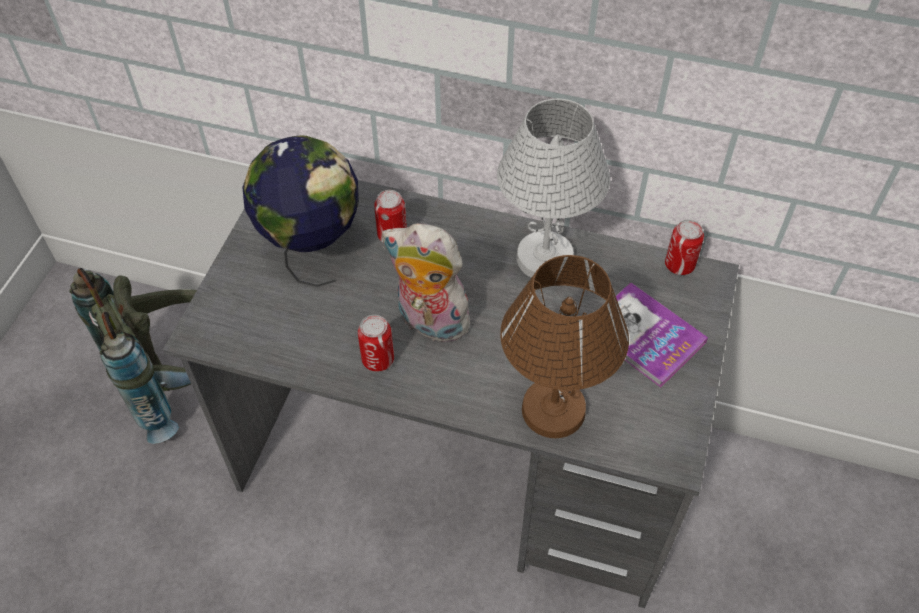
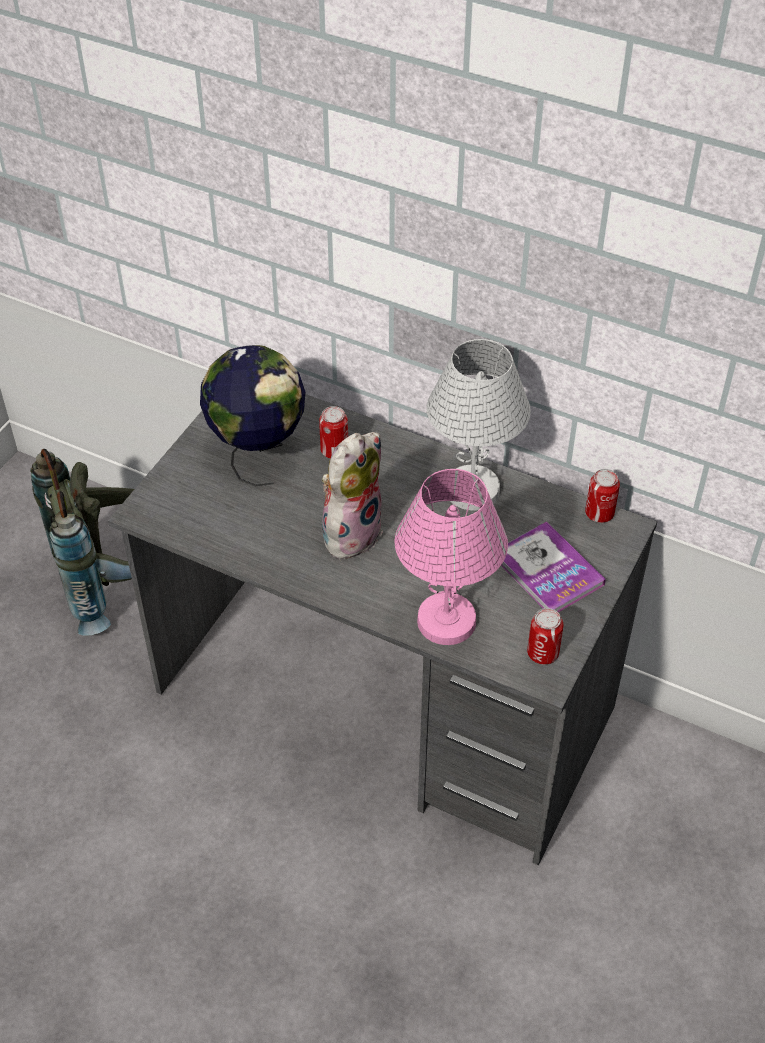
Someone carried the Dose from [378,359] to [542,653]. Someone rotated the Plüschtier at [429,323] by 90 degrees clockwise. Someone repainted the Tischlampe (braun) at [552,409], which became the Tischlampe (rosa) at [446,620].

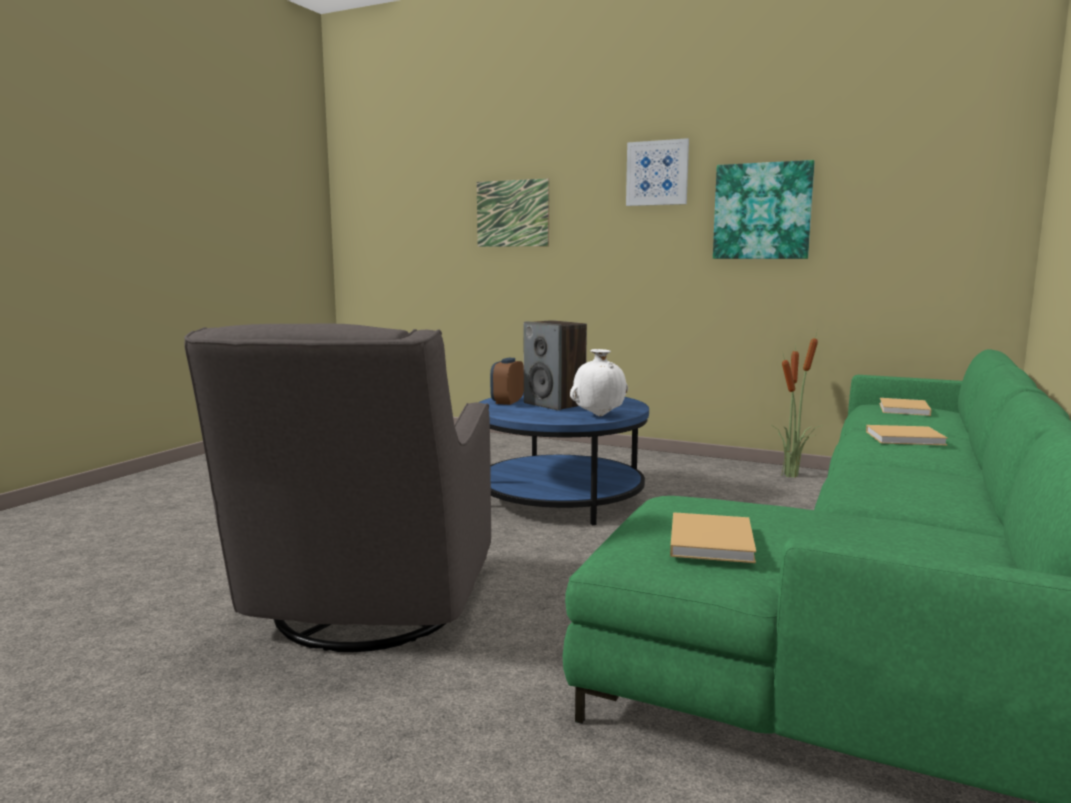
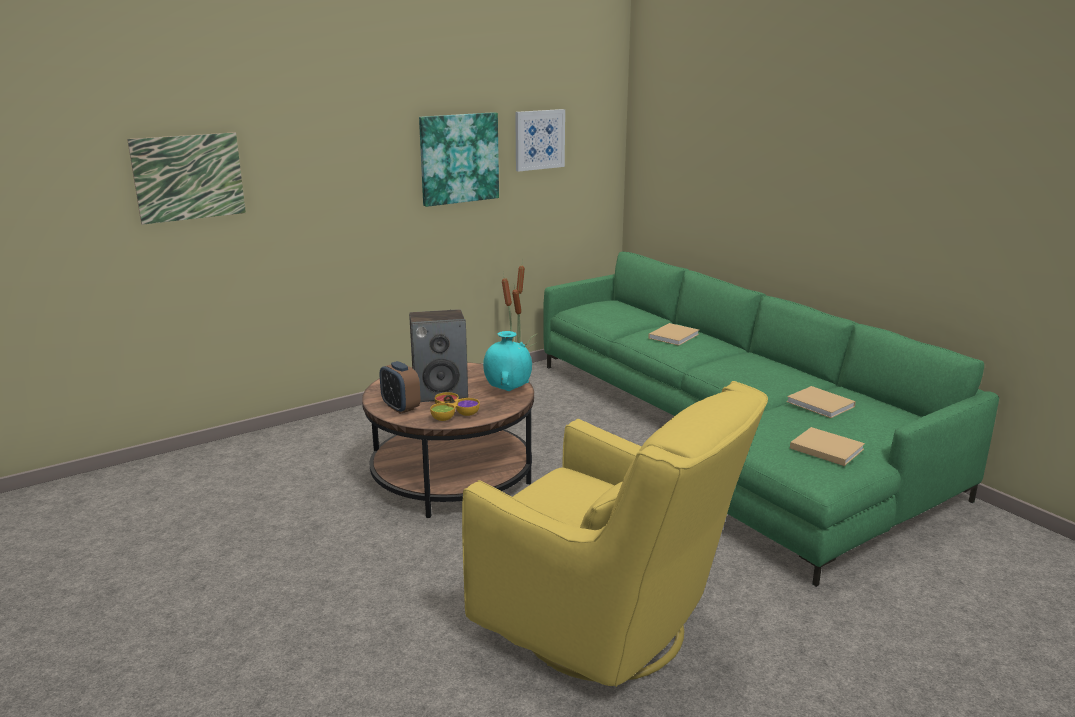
Someone repainted the Sessel (grau) at [365,611], which became the Sessel (gelb) at [609,630]. Someone repainted the Couchtisch (blau) at [561,497], which became the Couchtisch (braun) at [452,476]. Someone repainted the Vase (weiß) at [599,415], which became the Vase (türkis) at [507,390]. Someone carried the Bild from [657,173] to [539,139]. Someone carried the Buch (beige) from [904,409] to [822,405]. Someone put down the Schüssel at [452,413].

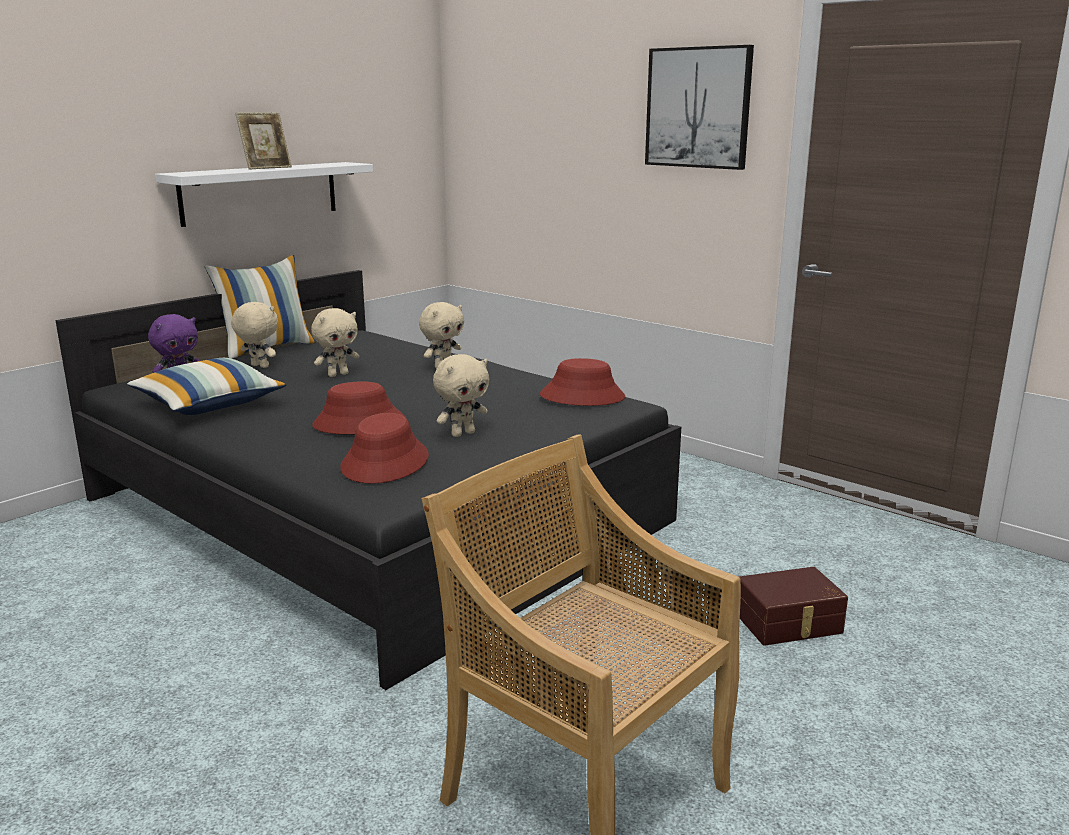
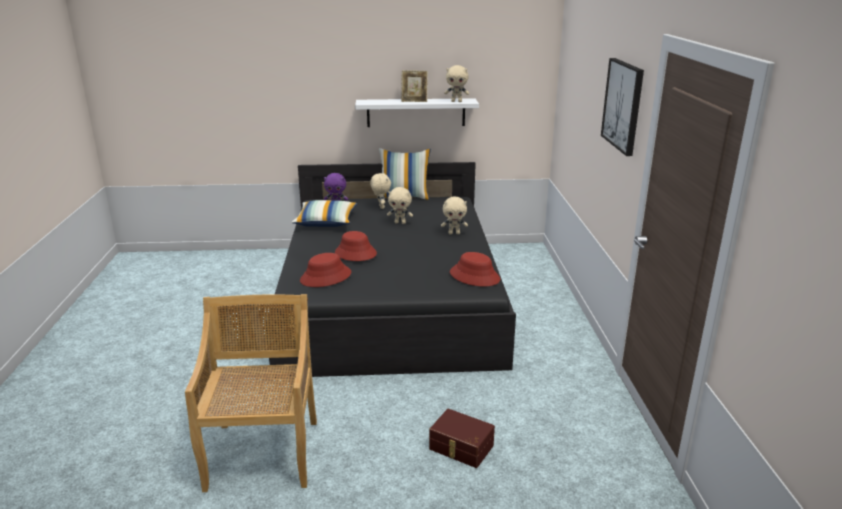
Someone carried the Plüschtier (beige) from [462,433] to [456,101].

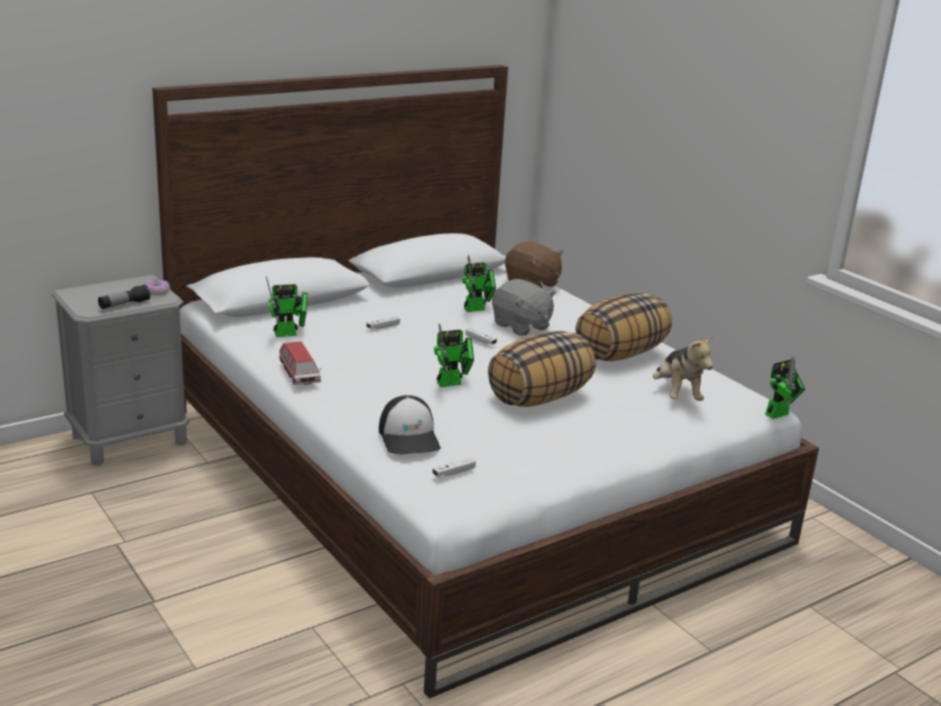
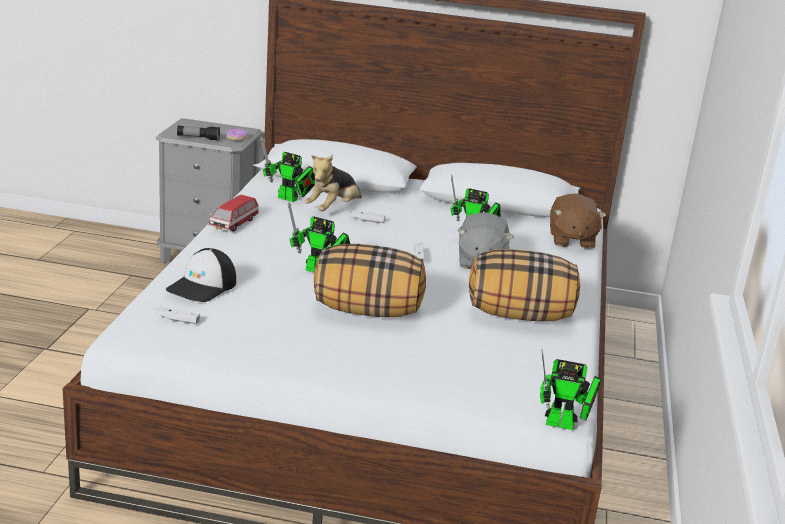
Someone carried the Plüschtier from [677,394] to [333,209].

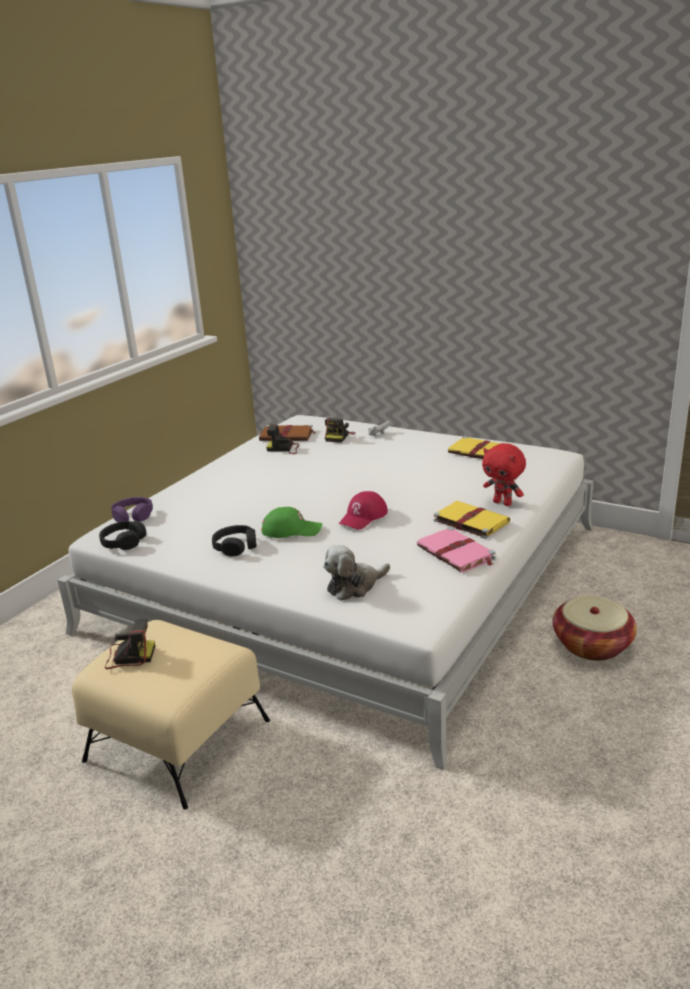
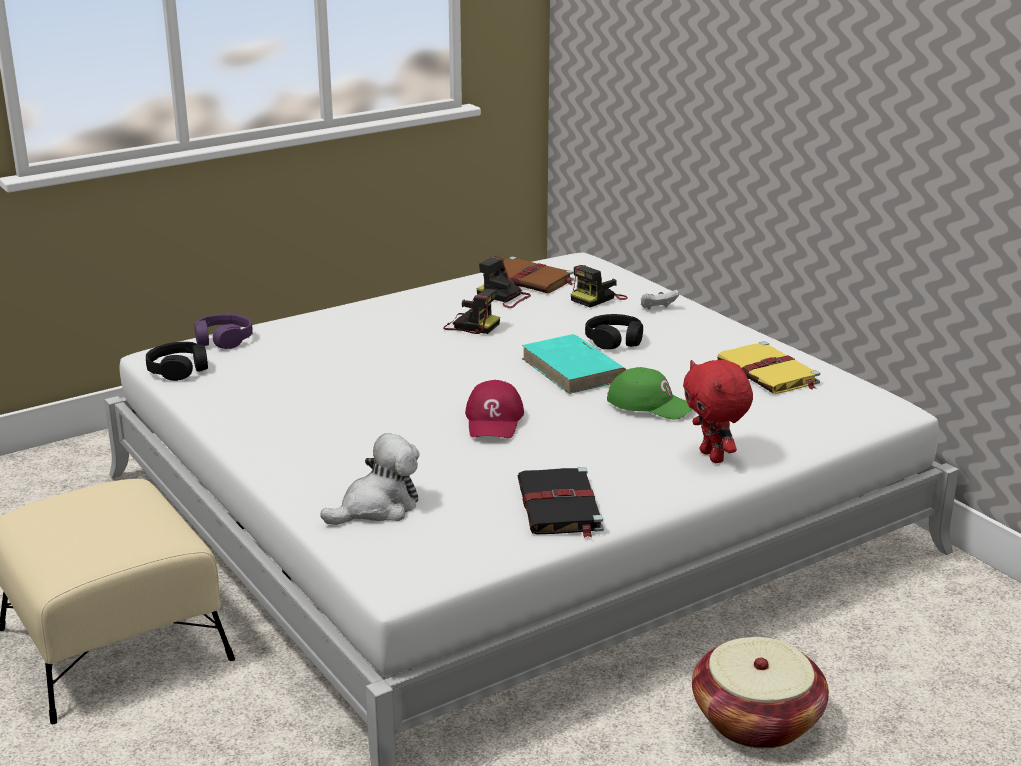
Someone carried the Kamera from [129,656] to [470,325]. Someone carried the Kopfhörer (schwarz) from [235,547] to [614,340]. Someone carried the Kappe (grün) from [291,530] to [650,404]. Someone rotated the Plüschtier at [354,586] by 150 degrees clockwise. Someone rotated the Kappe (rot) at [363,517] by 60 degrees counterclockwise. Someone repainted the Buch (rosa) at [456,553], which became the Buch (schwarz) at [559,507]. Someone took away the Buch (gelb) at [470,521]. Someone put down the Buch (türkis) at [574,369].

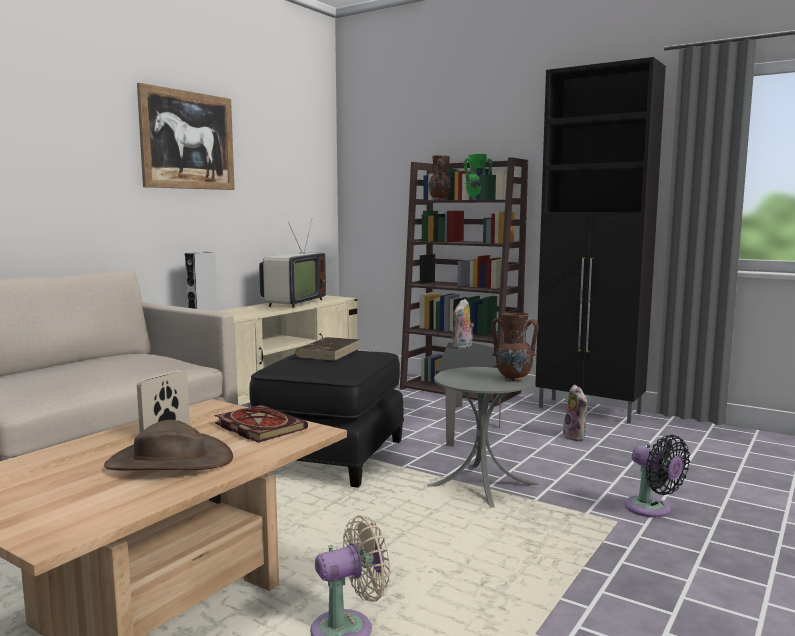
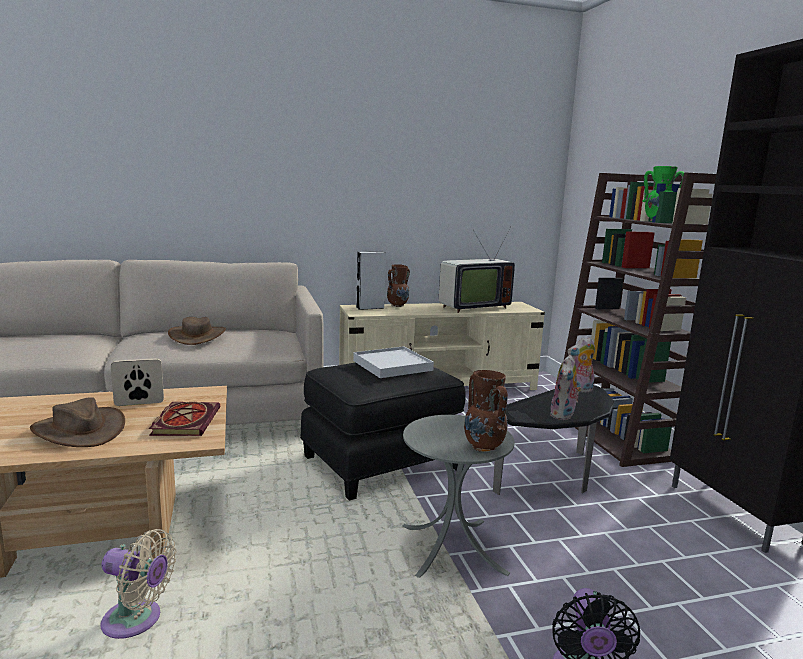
Someone took away the Bild at [188,140]. Someone swapped the Buch (braun) at [329,352] for the Tablett (weiß) at [392,365]. Someone carried the Vase (braun) from [440,200] to [398,306]. Someone carried the Plüschtier from [576,437] to [564,415]. Someone put down the Hut (braun) at [198,336].

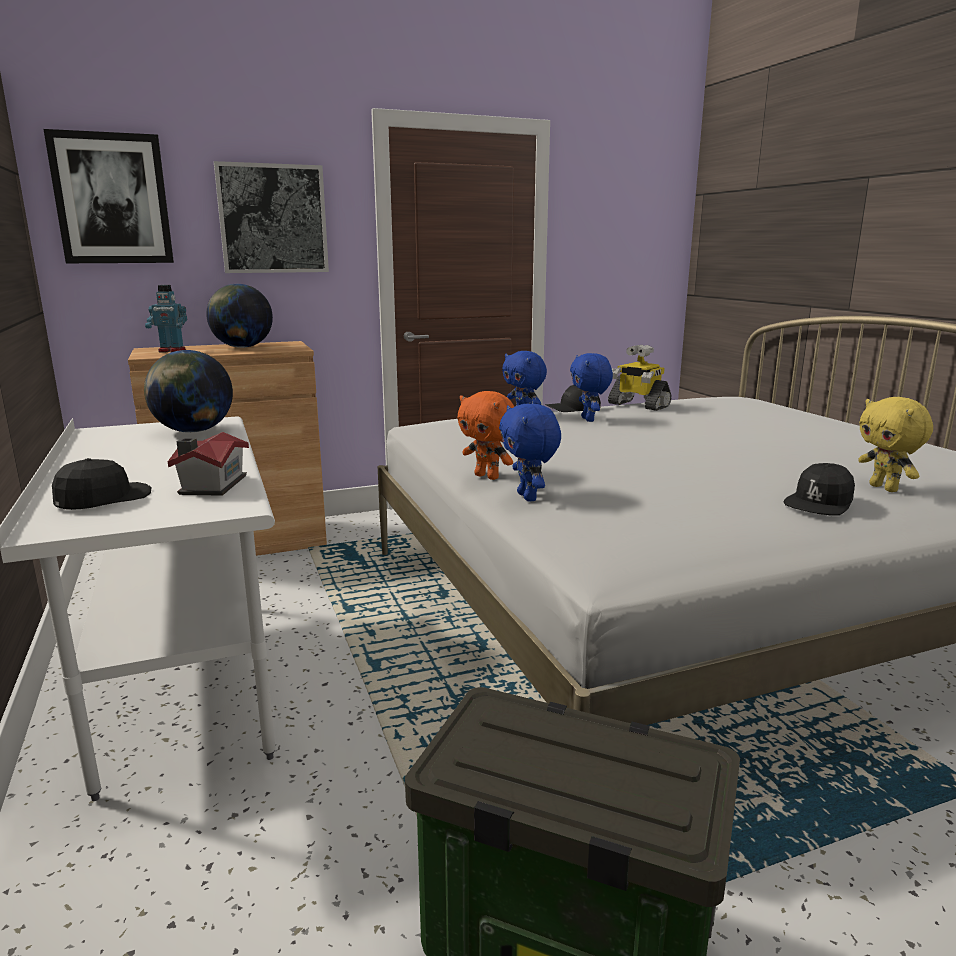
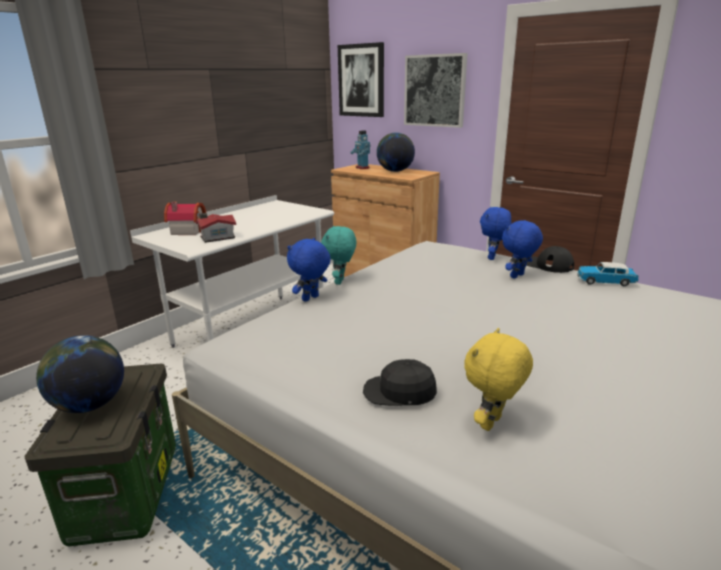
Someone swapped the Kappe (schwarz) at [103,498] for the Spielzeughaus at [188,230]. Someone carried the Globus from [193,431] to [89,405]. Someone repainted the Plüschtier (orange) at [488,476], which became the Plüschtier (türkis) at [340,282]. Someone swapped the Spielzeugroboter at [637,405] for the Spielzeugauto at [605,281].

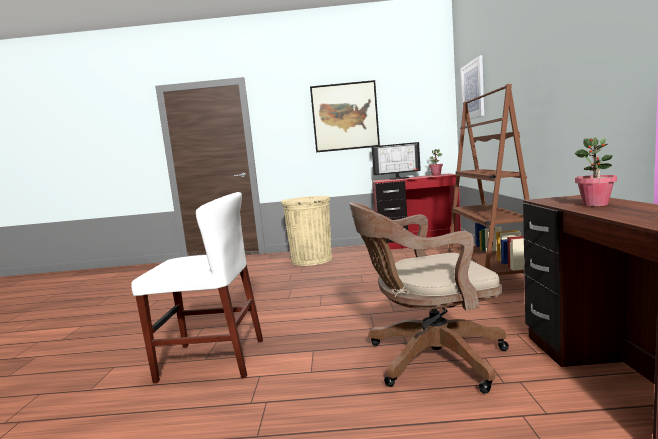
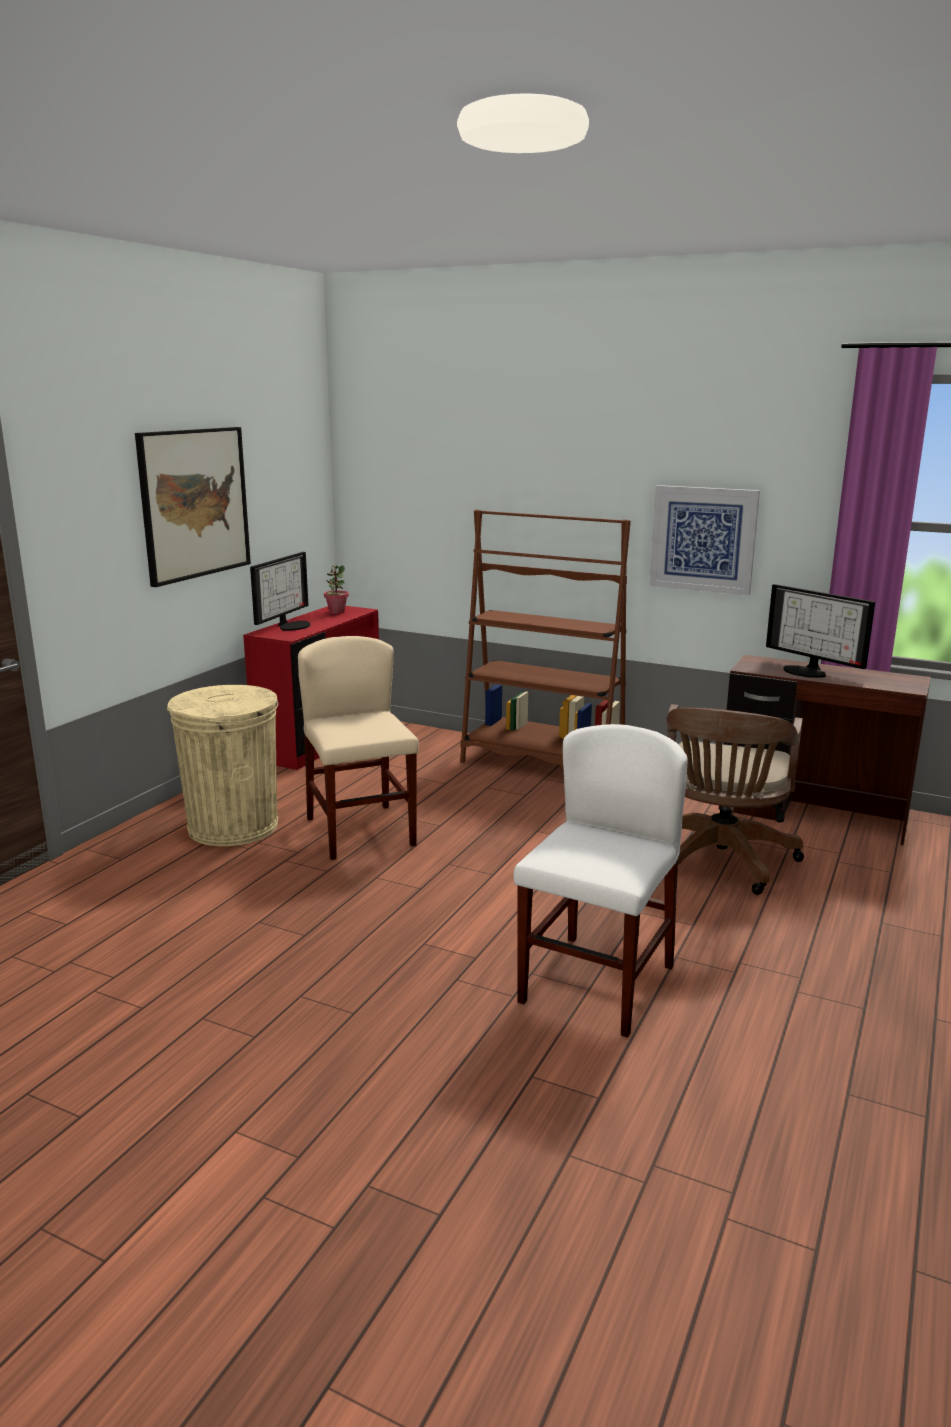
Someone carried the Bild from [473,90] to [703,539]. Someone swapped the Topfpflanze at [595,204] for the Monitor at [807,671]. Someone put down the Stuhl (beige) at [360,831].

